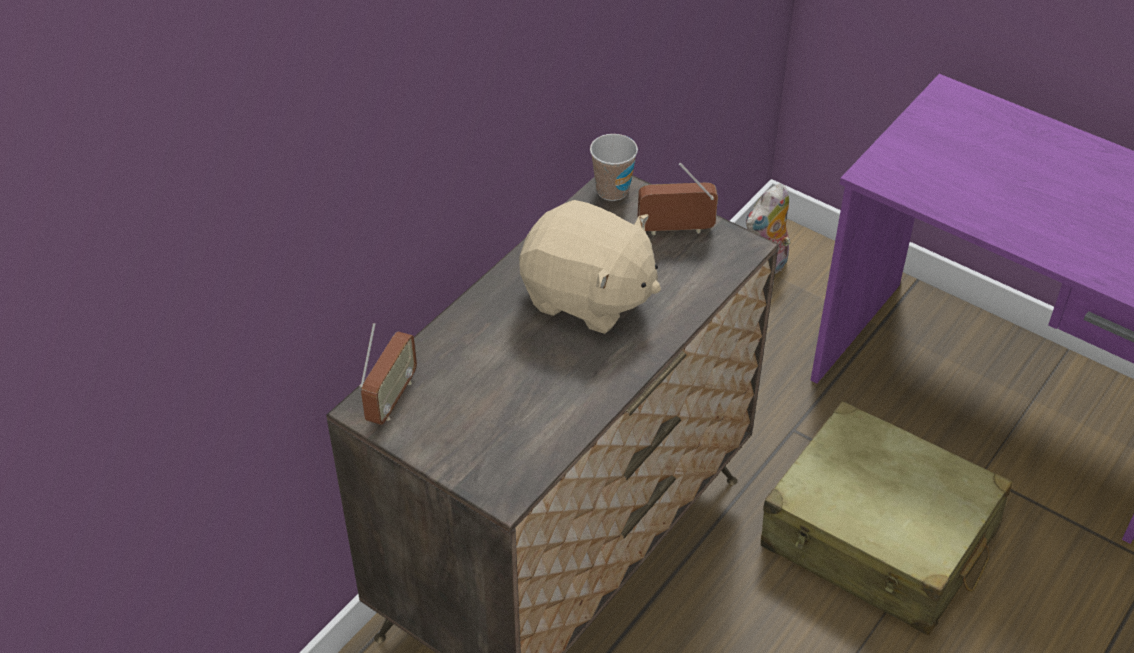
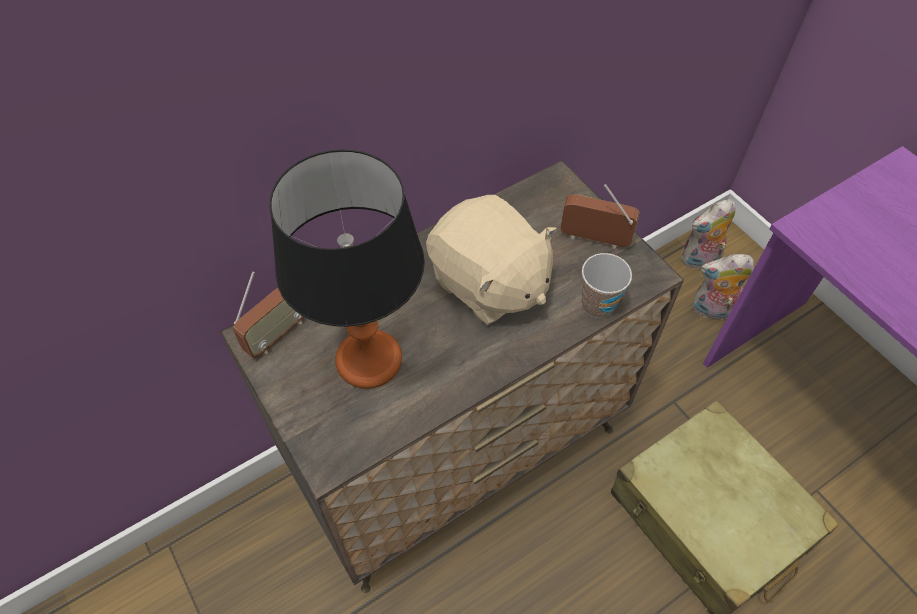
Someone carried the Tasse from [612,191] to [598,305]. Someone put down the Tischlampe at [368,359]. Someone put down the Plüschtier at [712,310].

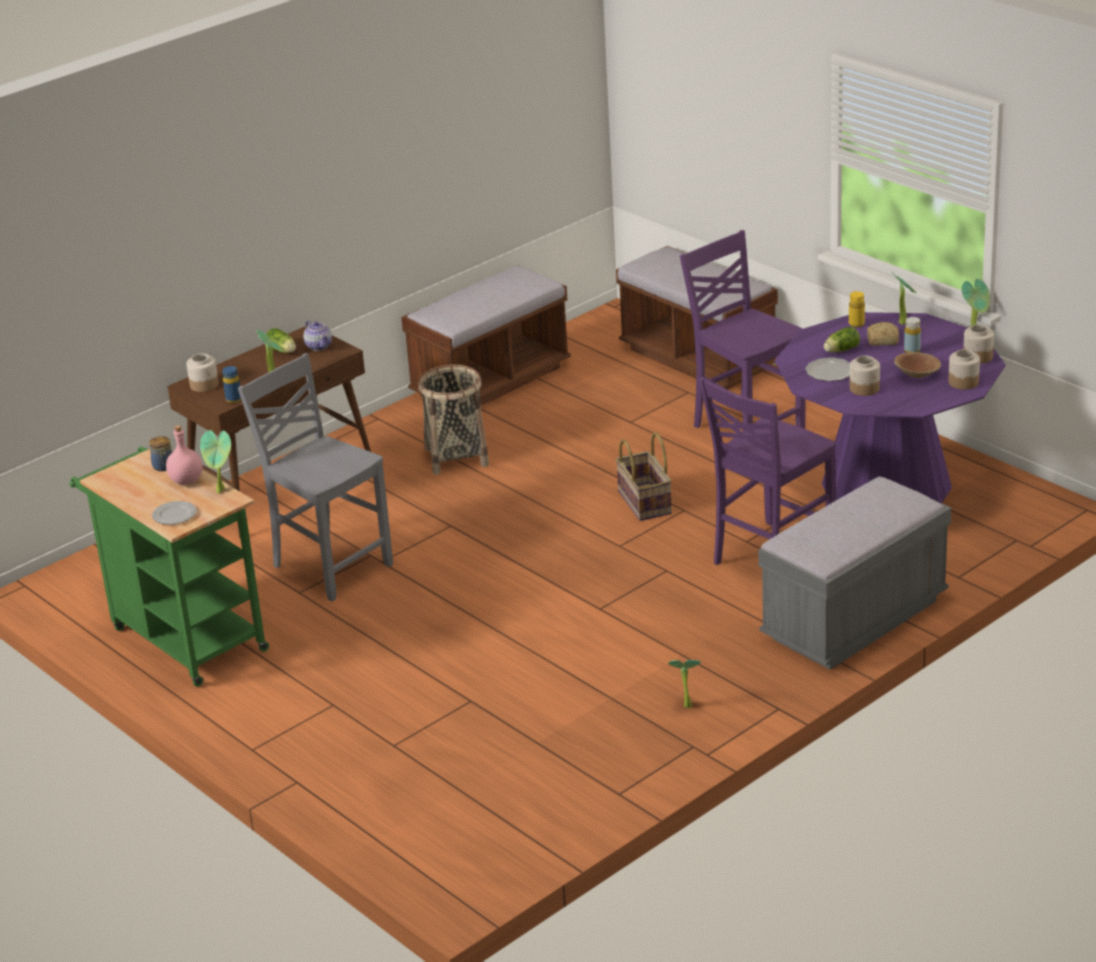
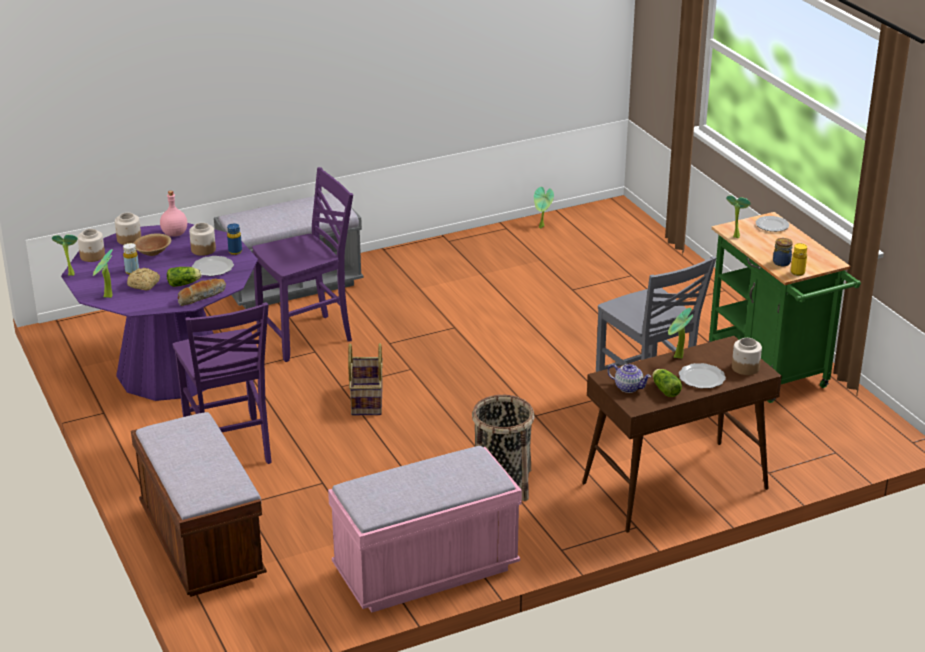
Someone carried the Flasche (rosa) from [186,480] to [174,234]. Someone carried the Flasche (blau) from [233,399] to [235,252]. Someone rotated the Teekanne at [319,346] by 135 degrees clockwise. Someone repainted the Bank (braun) at [490,381], which became the Bank (rosa) at [426,570]. Someone carried the Topfpflanze from [685,704] to [542,227]. Someone carried the Flasche (gelb) from [856,324] to [797,273]. Someone put down the Brot at [201,296]. Someone put down the Teller at [701,377].

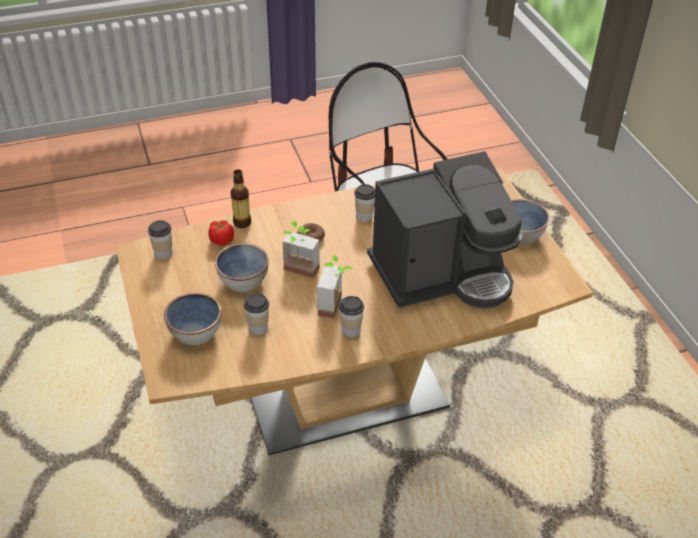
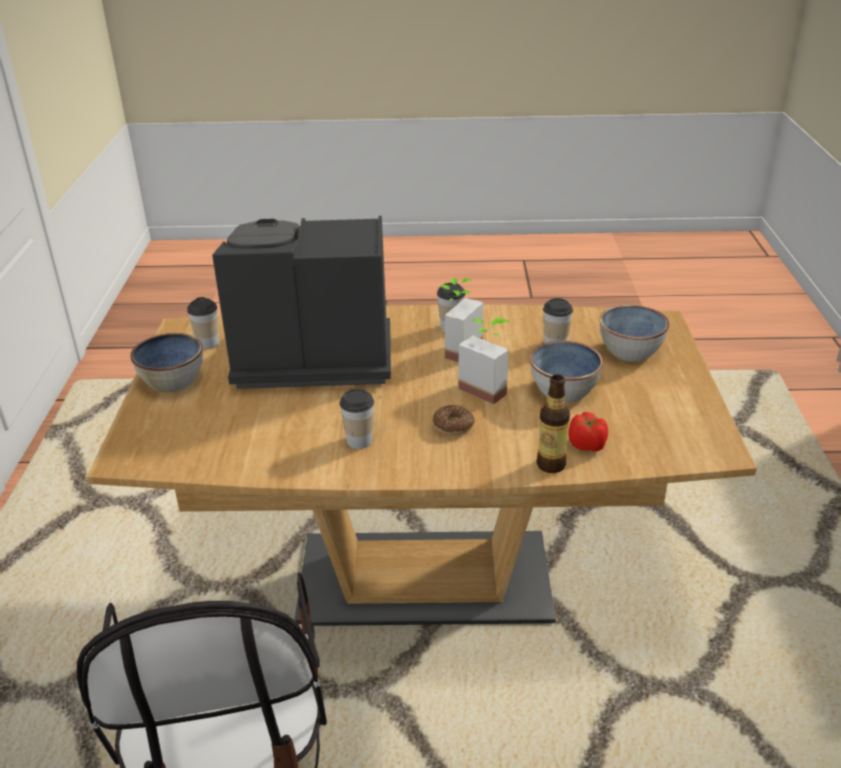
Someone carried the Tasse from [163,253] to [208,343].

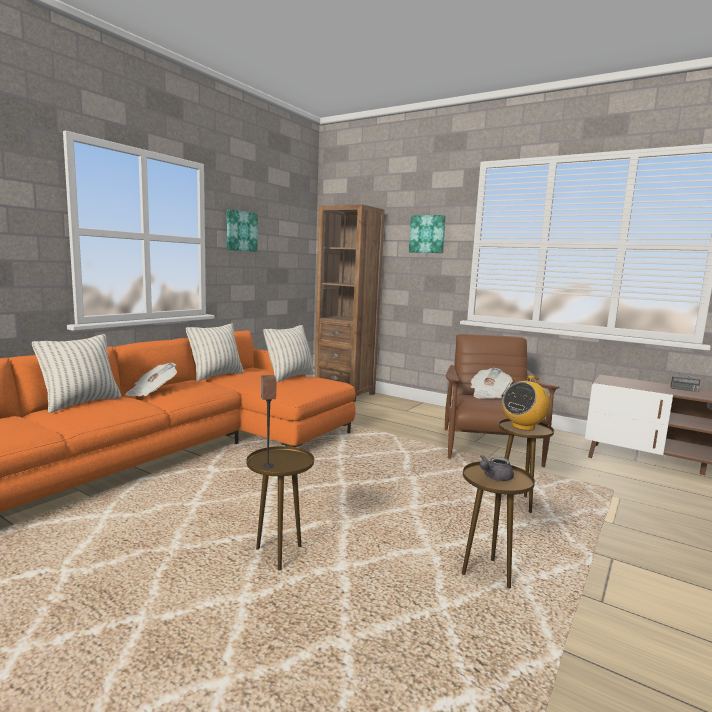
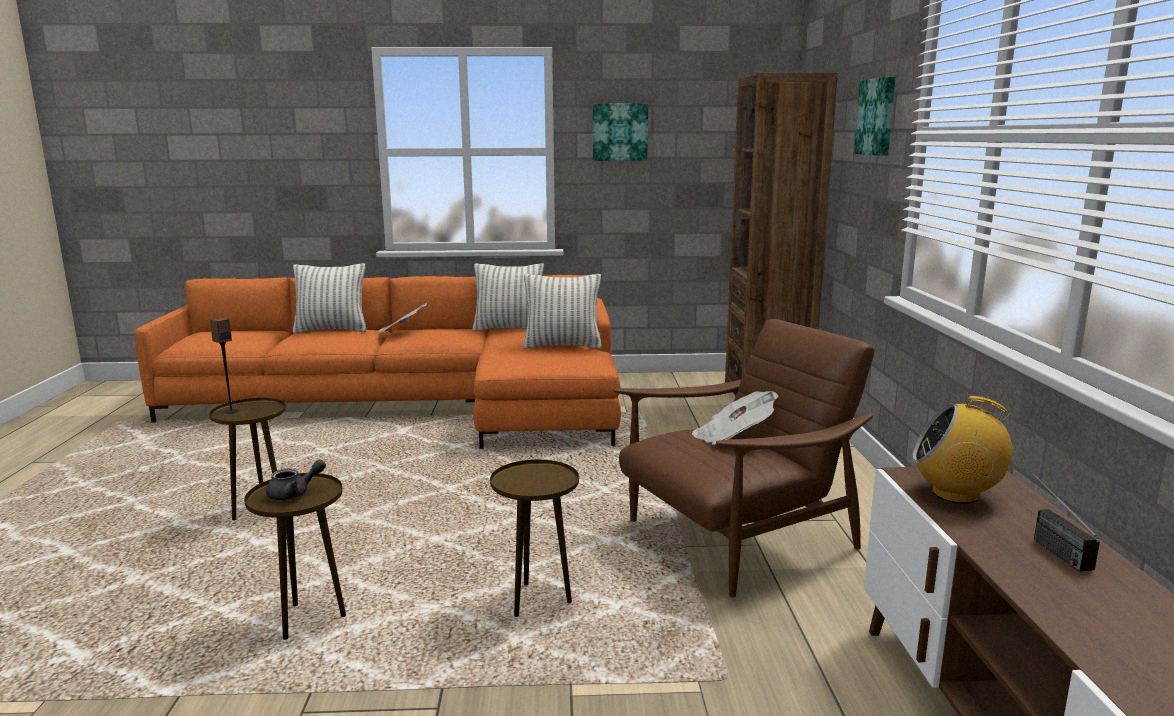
Someone rotated the Teekanne (grau) at [494,477] by 135 degrees clockwise. Someone carried the Radio from [523,426] to [956,494].

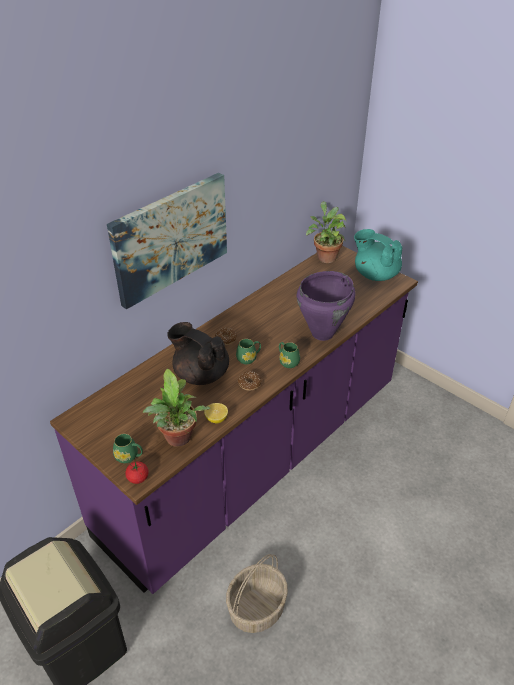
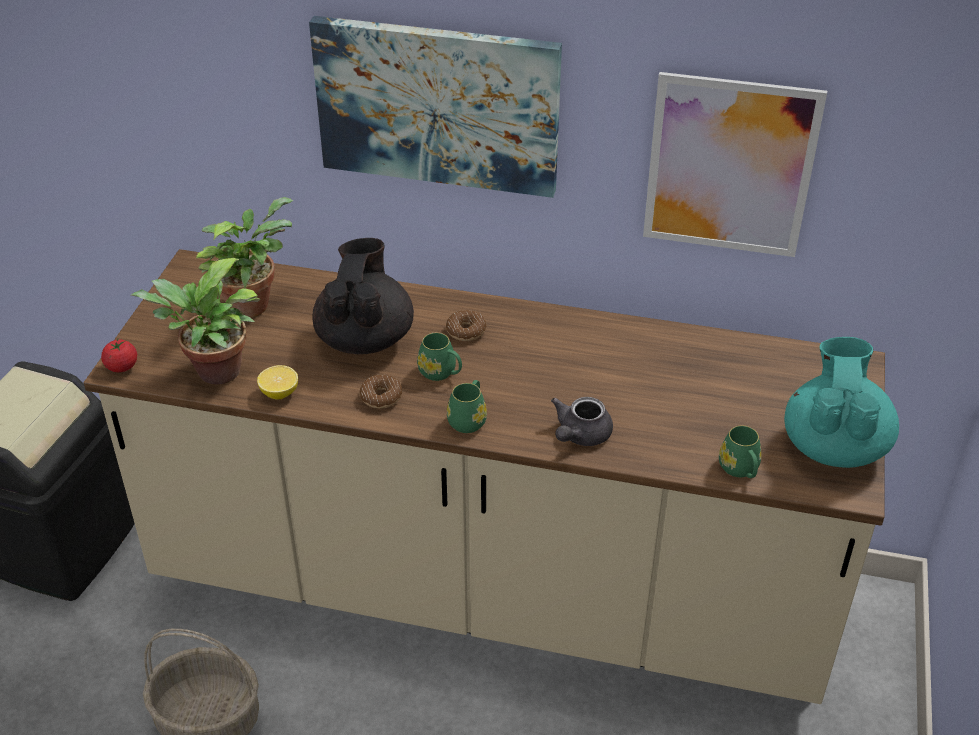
Someone repainted the Küchenzeile (lila) at [257,458], which became the Küchenzeile (beige) at [489,591]. Someone carried the Henkelbecher (grün) from [129,456] to [740,470]. Someone swapped the Kochtopf (lila) at [323,333] for the Teekanne (grau) at [579,436]. Someone carried the Topfpflanze from [325,256] to [251,302]. Someone put up the Bild at [729,166].

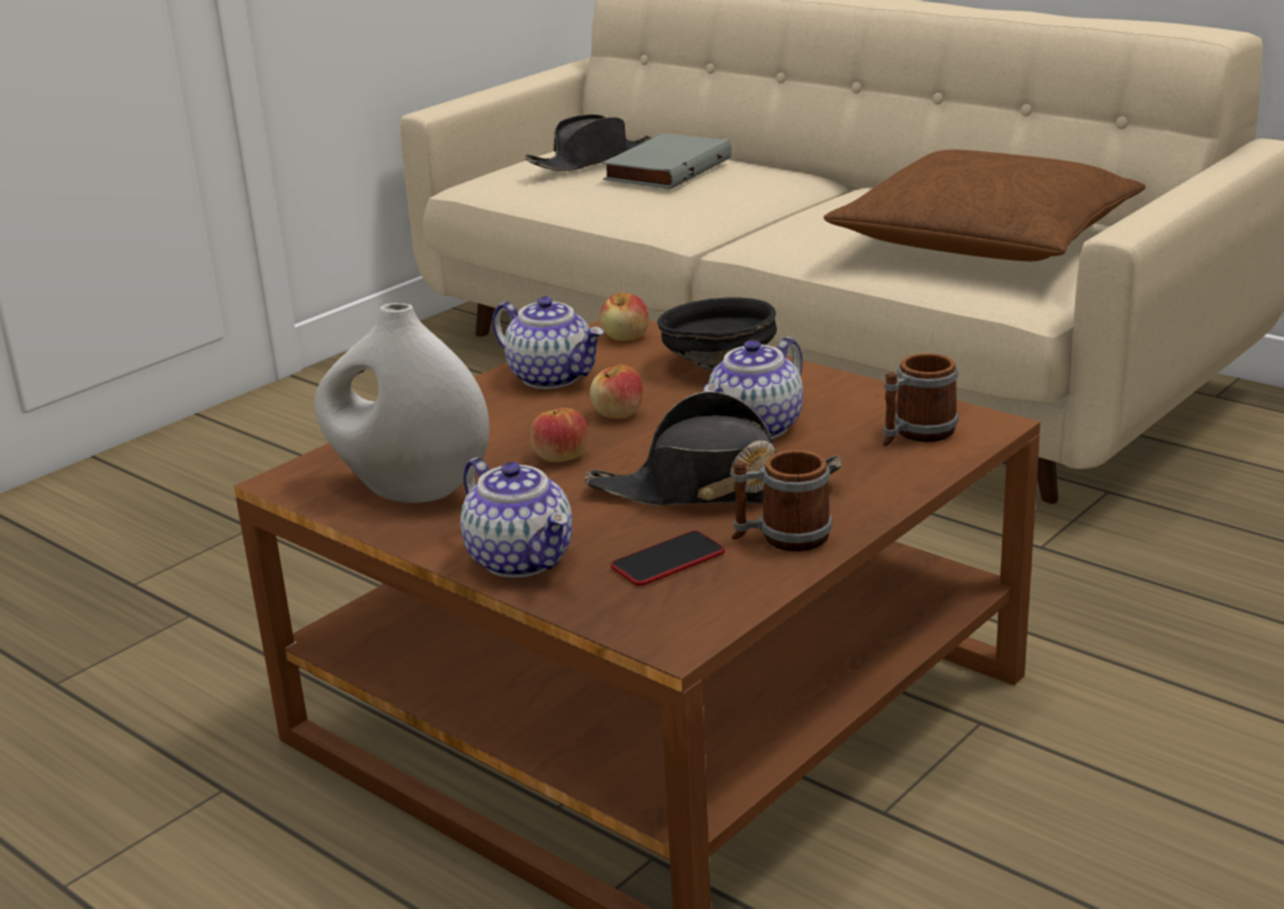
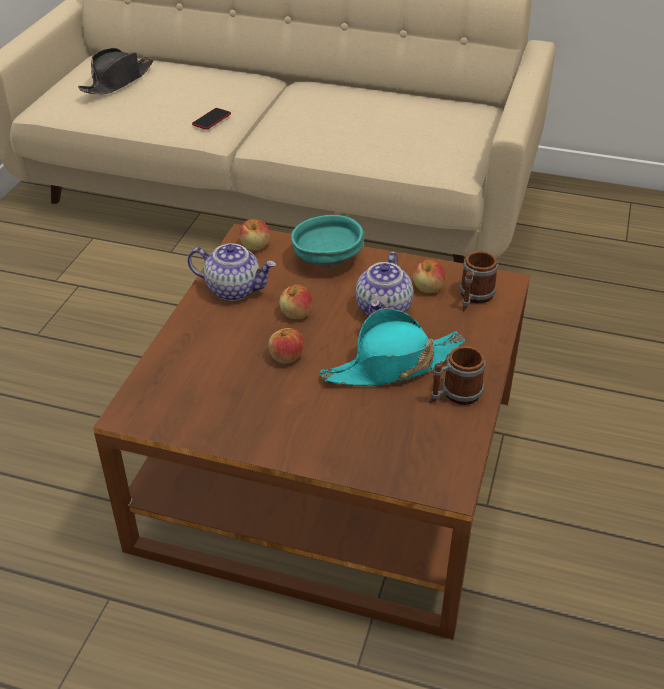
Someone took away the Vase (weiß) at [409,490]. Someone took away the Teekanne at [522,559]. Someone repainted the Hut (schwarz) at [711,490], which became the Hut (türkis) at [392,366]. Someone took away the Buch (grau) at [666,169]. Someone carried the Handy from [668,560] to [211,119]. Someone repainted the Schüssel (schwarz) at [718,363], which became the Schüssel (türkis) at [327,259]. Someone took away the Kissen (braun) at [985,239]. Someone put down the Apfel at [428,288].

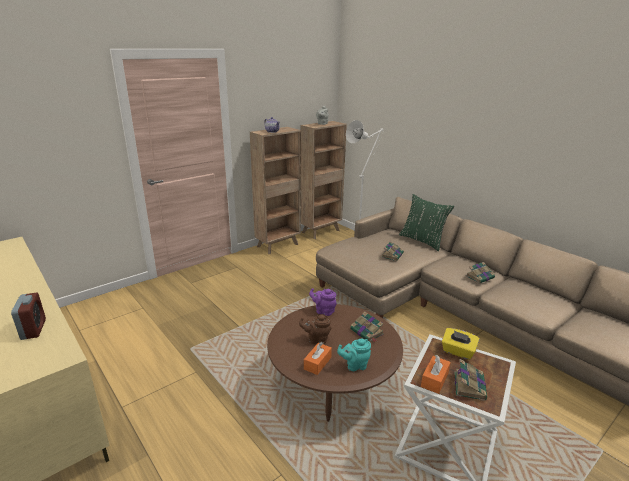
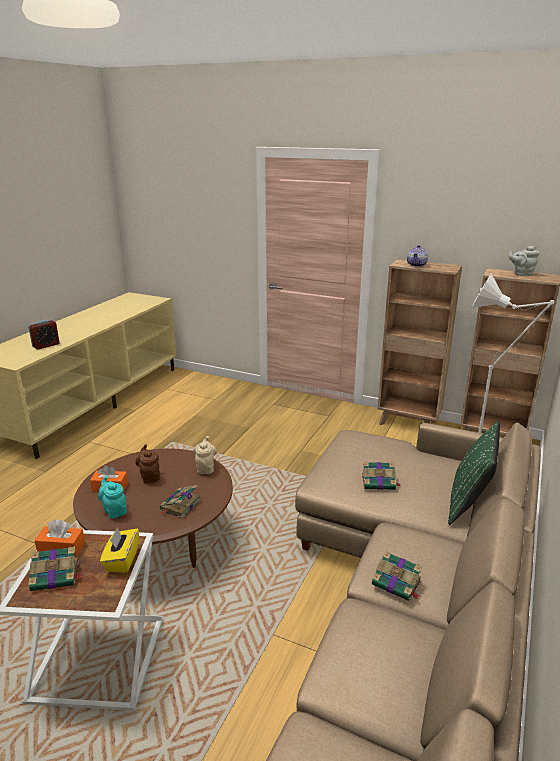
Someone repainted the Teekanne (lila) at [323,311], which became the Teekanne (beige) at [205,468].

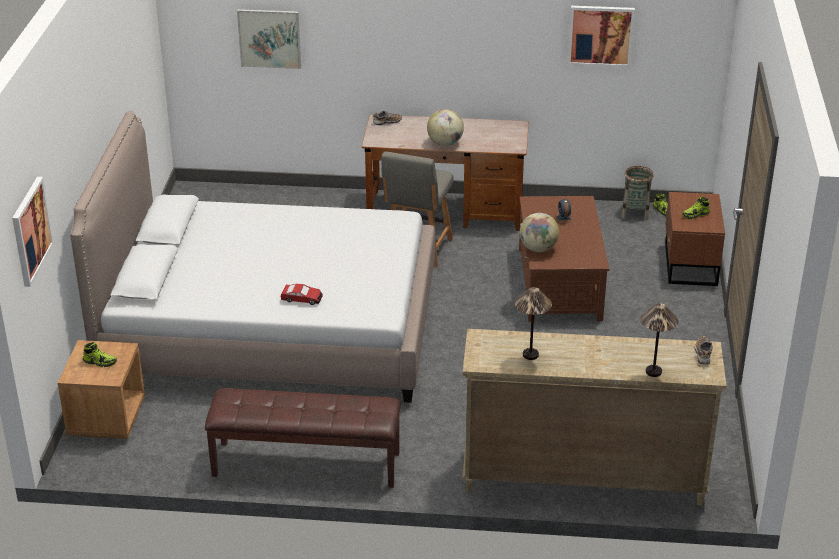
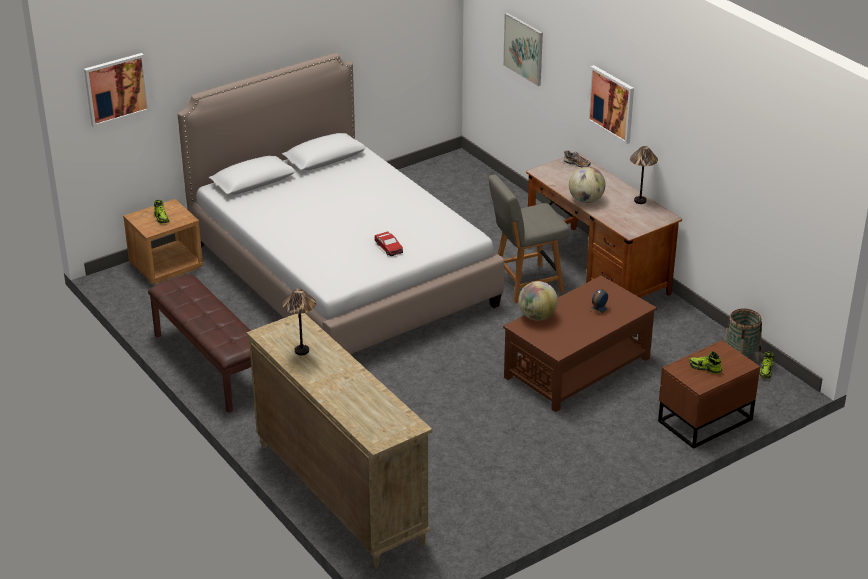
Someone carried the Spielzeugauto from [302,298] to [388,248]. Someone carried the Bild from [600,35] to [611,104]. Someone carried the Tischlampe from [654,372] to [640,201]. Someone took away the Schuh at [703,354].

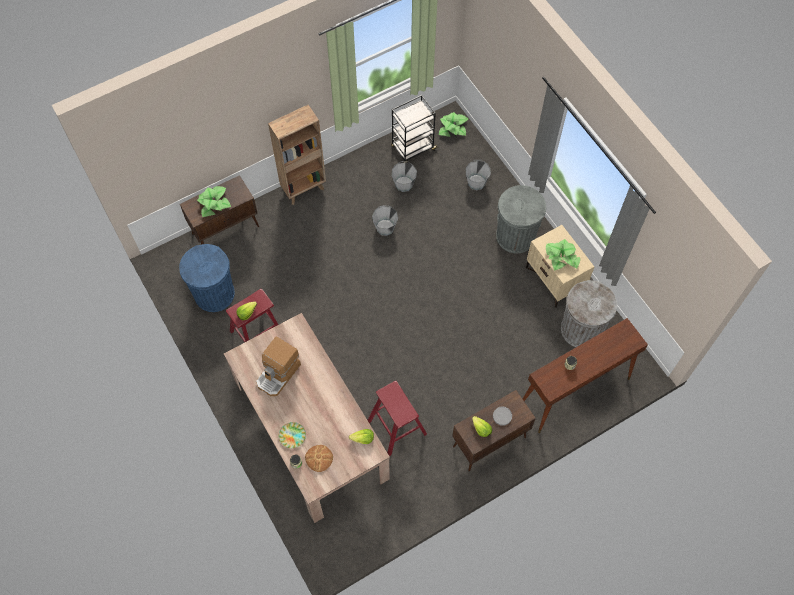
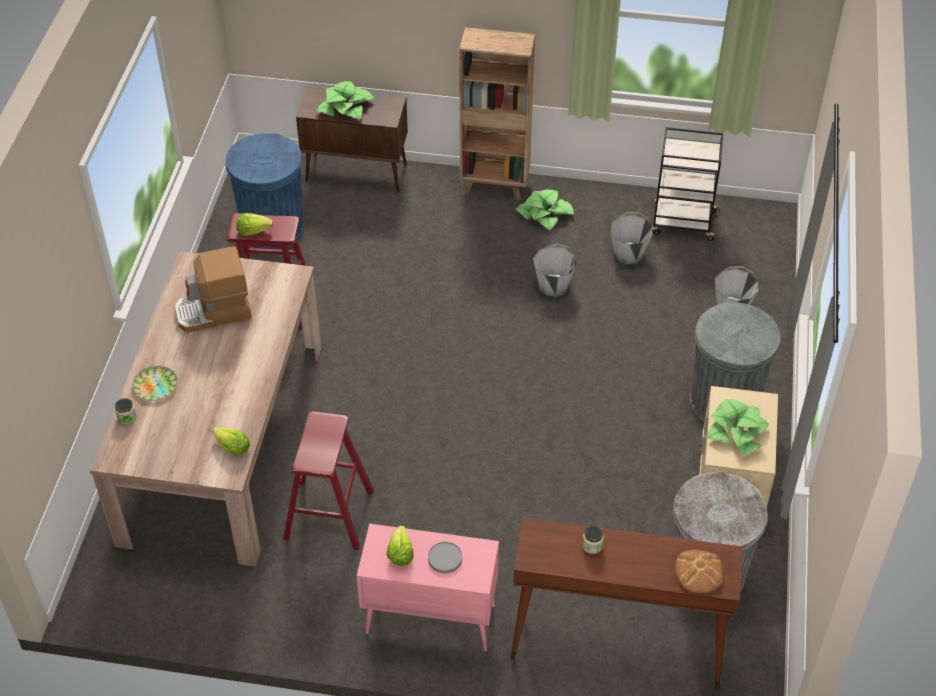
Someone carried the Brot from [319,458] to [698,572]. Someone carried the Topfpflanze from [453,127] to [544,214]. Someone repainted the Schrank (braun) at [488,442], which became the Schrank (rosa) at [429,619].

